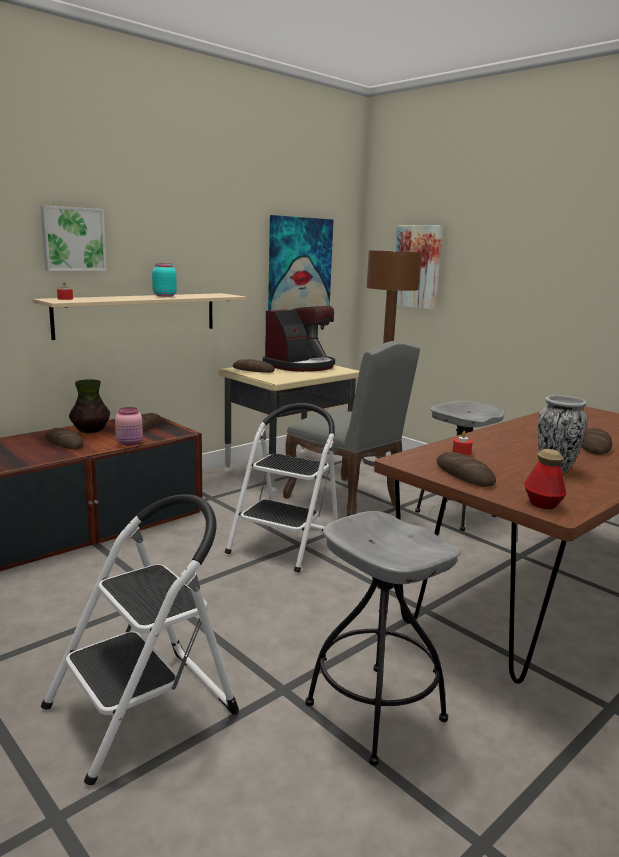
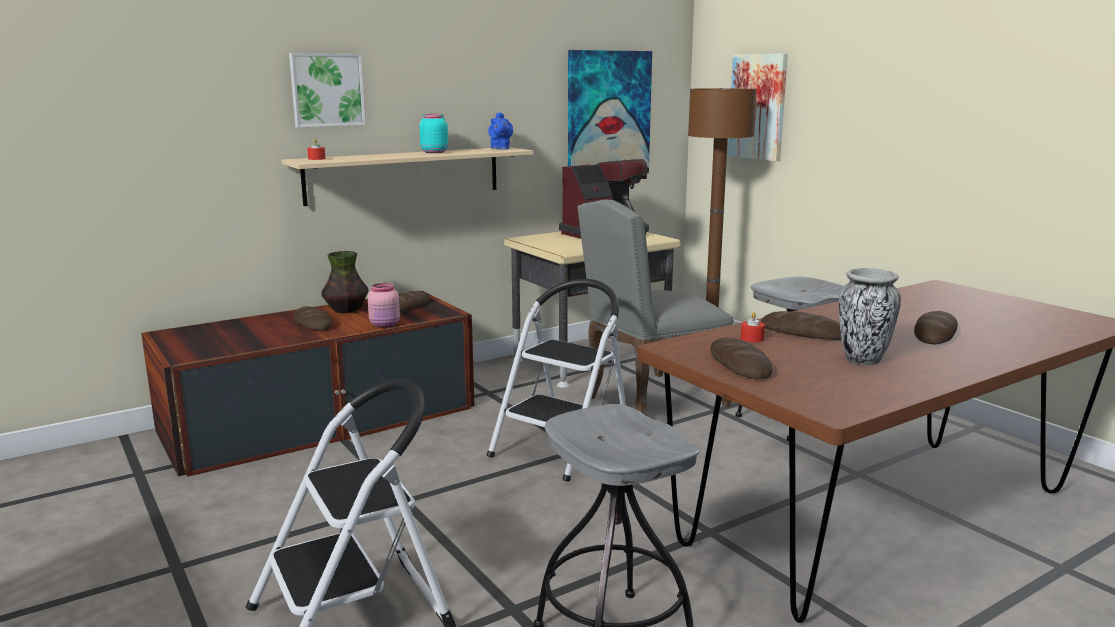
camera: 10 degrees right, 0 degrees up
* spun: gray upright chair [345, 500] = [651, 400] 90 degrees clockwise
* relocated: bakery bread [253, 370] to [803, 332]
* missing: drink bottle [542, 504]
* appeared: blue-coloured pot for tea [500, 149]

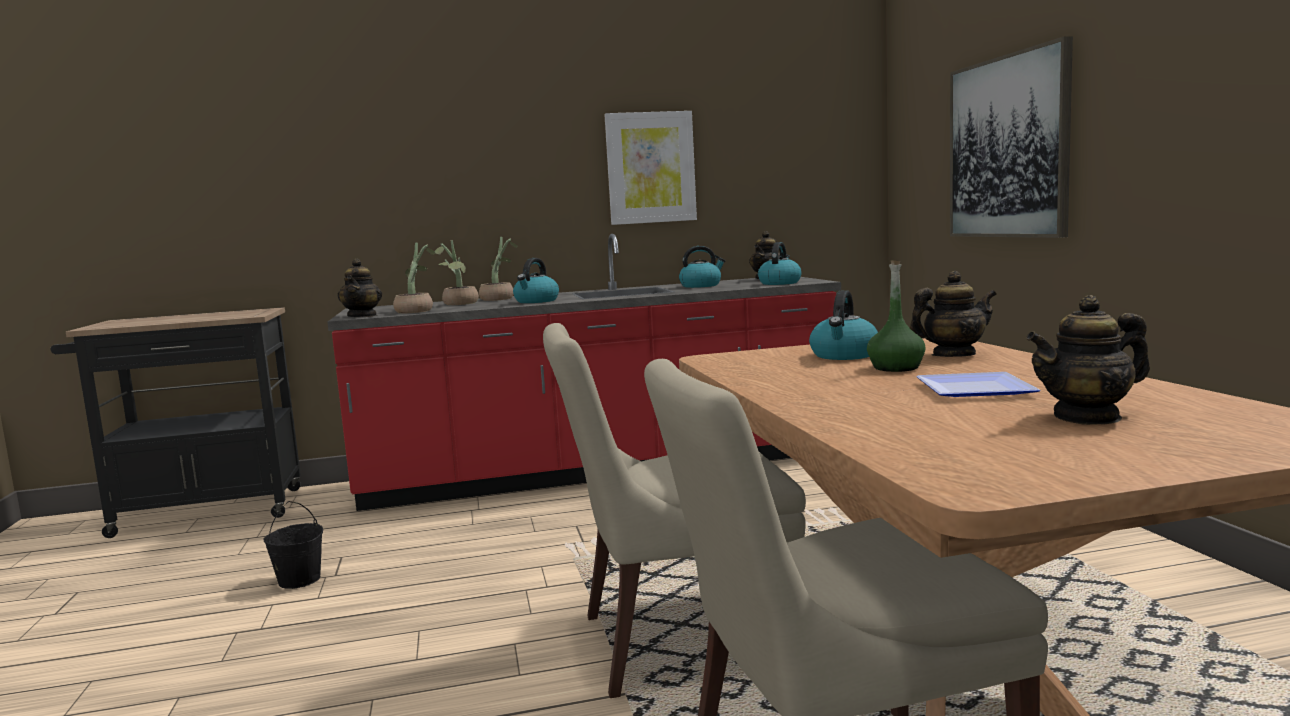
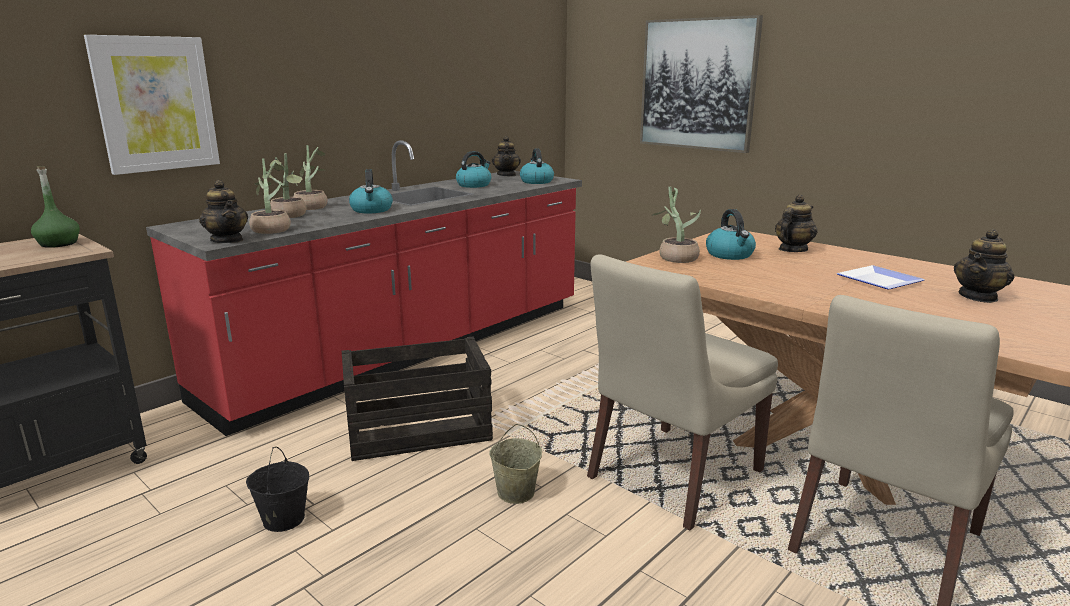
camera: 35 degrees left, 10 degrees up
* relocated: wall picture [650, 168] to [156, 104]
* relocated: green drink bottle [896, 368] to [59, 244]
* appeared: plant in a pot [675, 257]
* appeared: shipping crate [417, 430]
* appeared: beige-coloured bucket [516, 493]

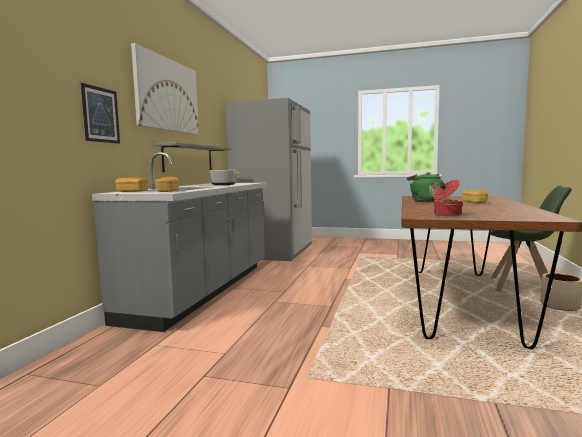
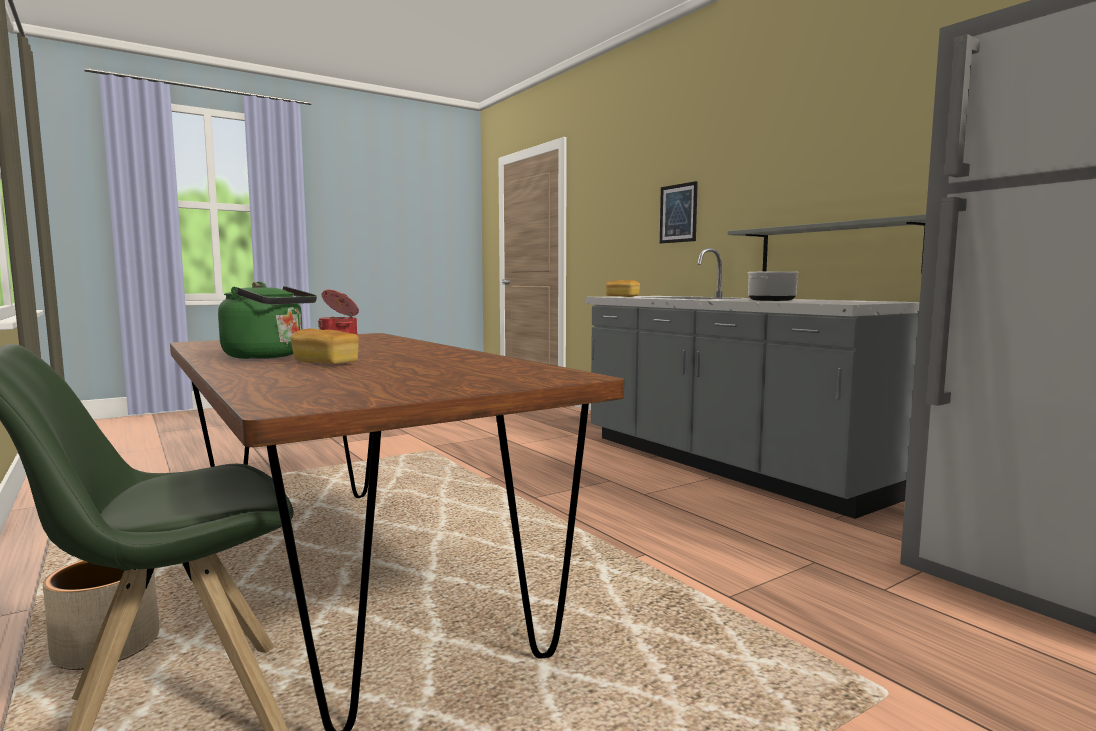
camera: 130 degrees right, 0 degrees up
* missing: wall picture [167, 95]
* relocated: green kettle [425, 201] to [269, 356]
* missing: bakery bread [132, 192]

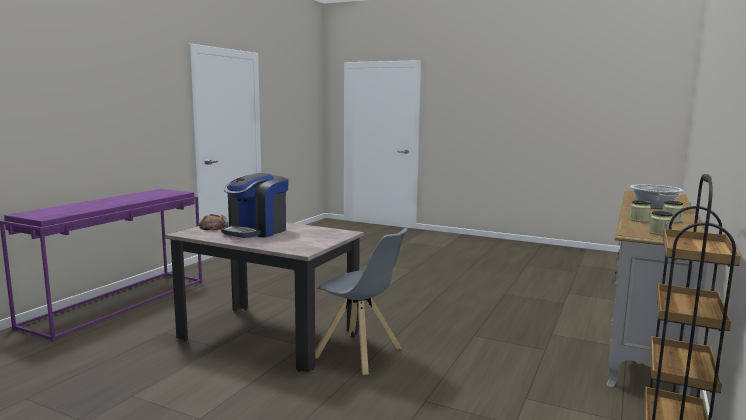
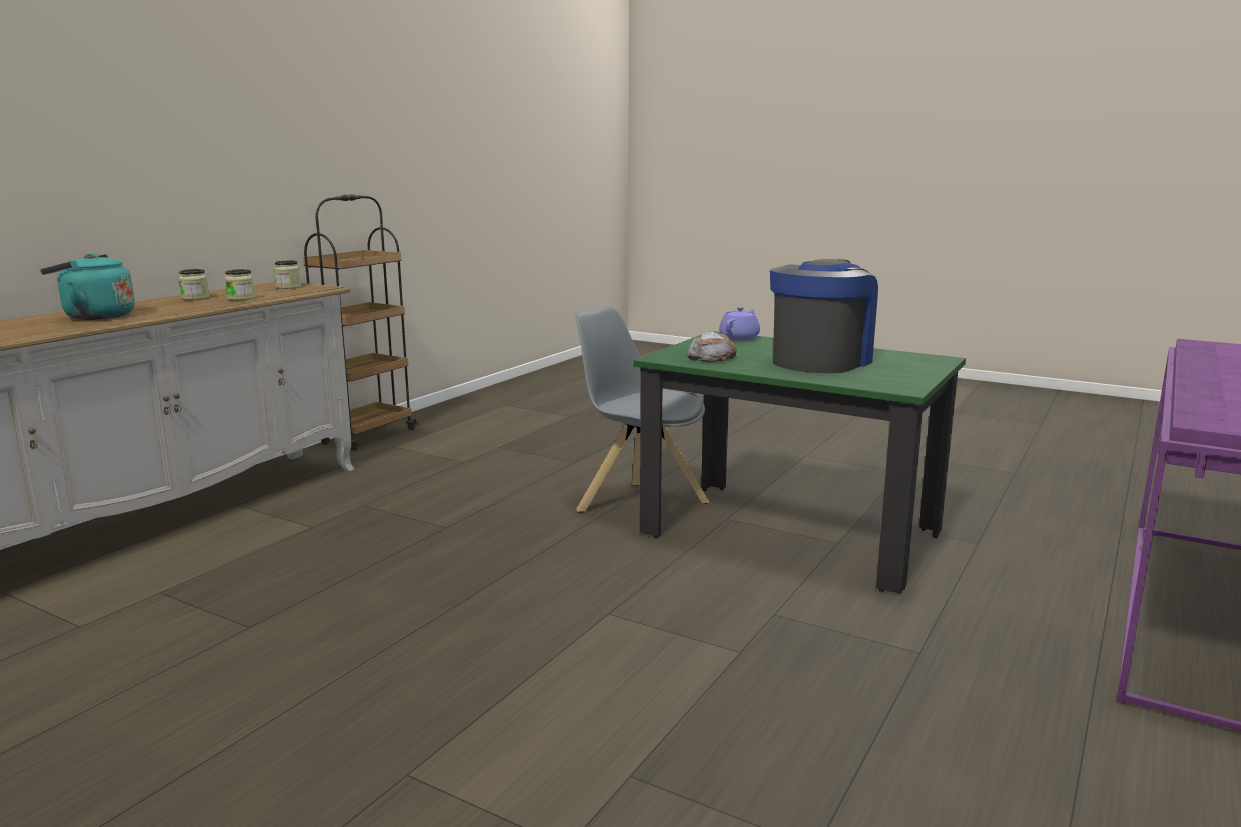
camera: 175 degrees left, 5 degrees up
* exchanged: saucepot [654, 206] to turquoise kettle [95, 316]
* relocated: bakery bread [214, 227] to [711, 357]
* colour: beige-coloured kitchen table [269, 336] to green kitchen table [790, 533]
* appeared: purplish pot for tea [739, 338]

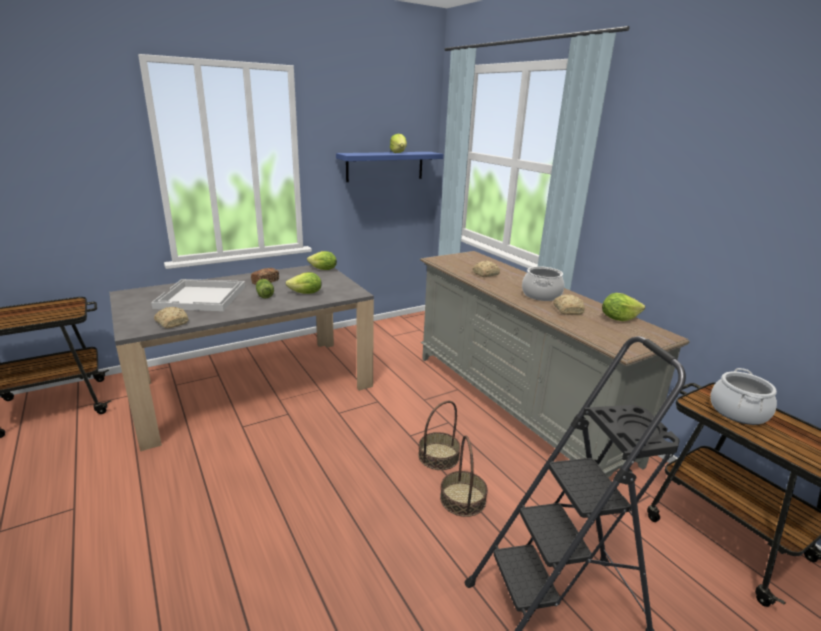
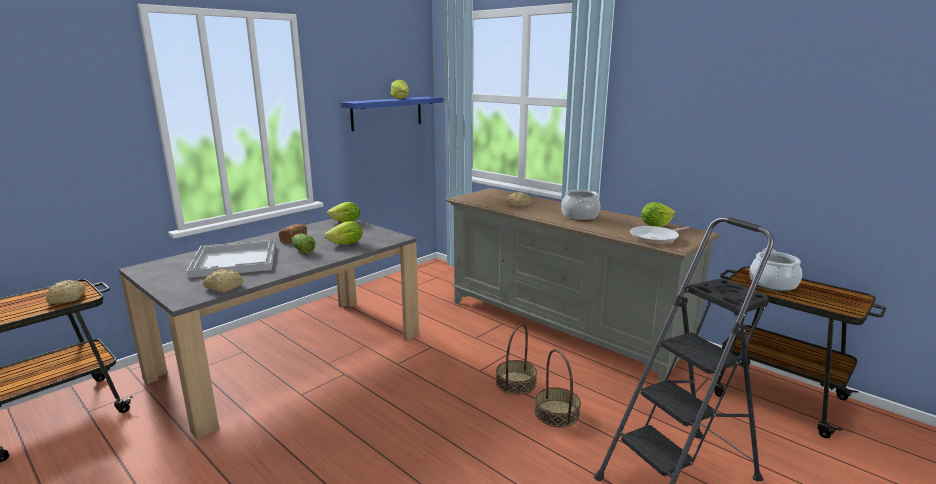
camera: 15 degrees left, 5 degrees down
* relocated: bakery bread [568, 310] to [68, 298]
* appeared: skillet [656, 238]

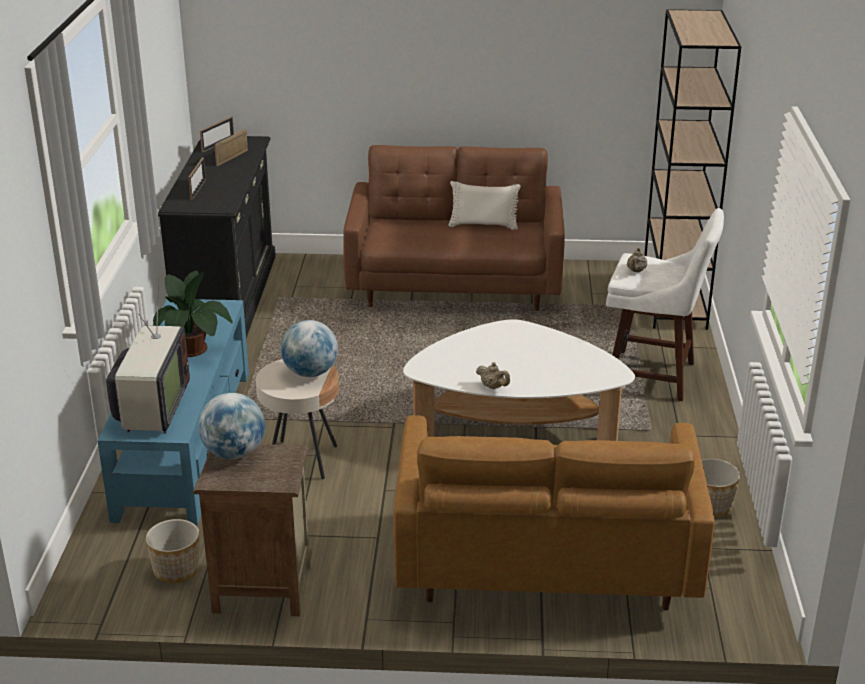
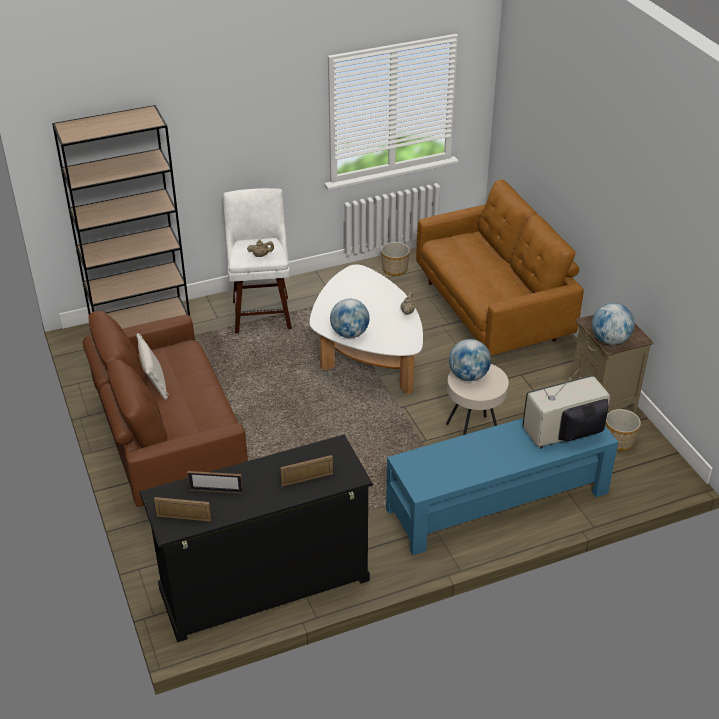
camera: 115 degrees left, 10 degrees up
* missing: plant in a pot [192, 350]
* appeared: desk globe [349, 334]

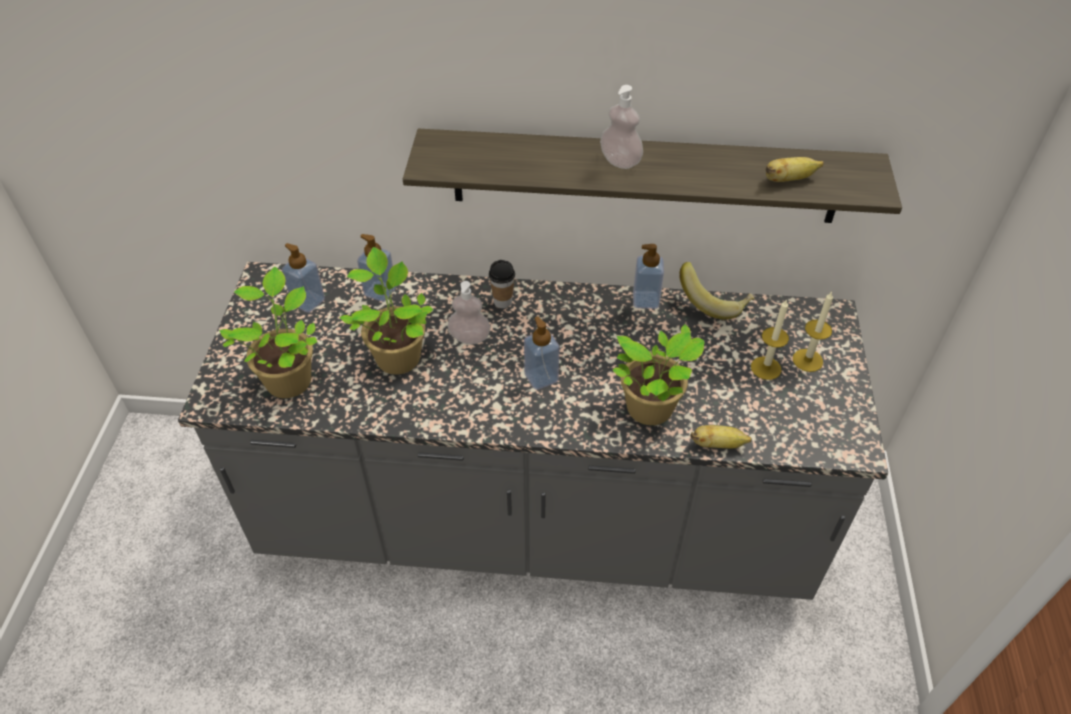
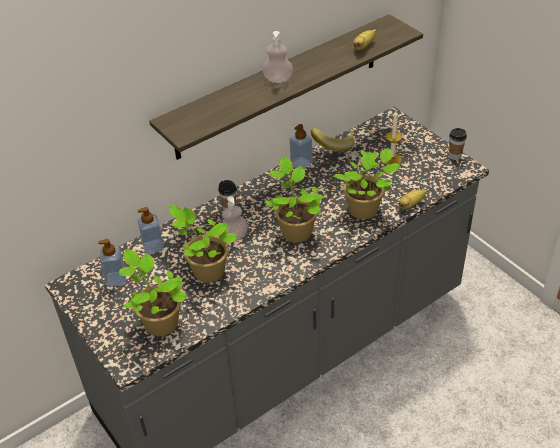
camera: 40 degrees left, 5 degrees down
* missing: wax candle [807, 360]
* exchanged: soap bottle [541, 377] to plant in a pot [295, 230]
* appeared: cup [455, 156]

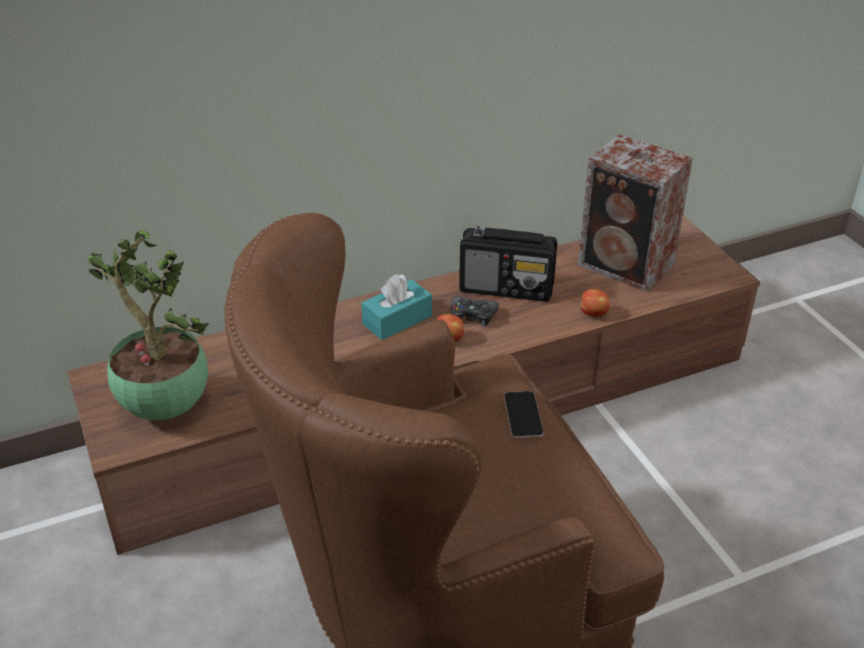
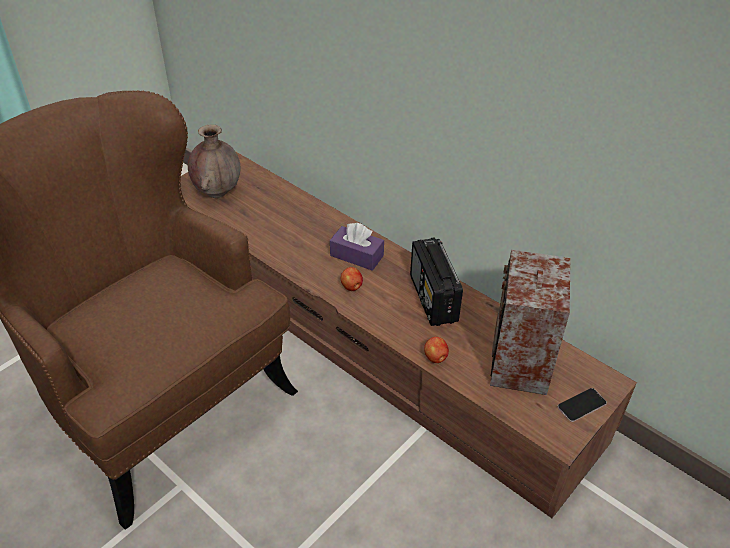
camera: 65 degrees right, 5 degrees up
* exchanged: plant in a pot [163, 406] to brown flower vase [218, 192]
* colour: turquoise tissue box [397, 320] to purplish tissue box [356, 255]
* missing: black game controller [472, 316]
* relocated: phone [523, 415] to [581, 405]

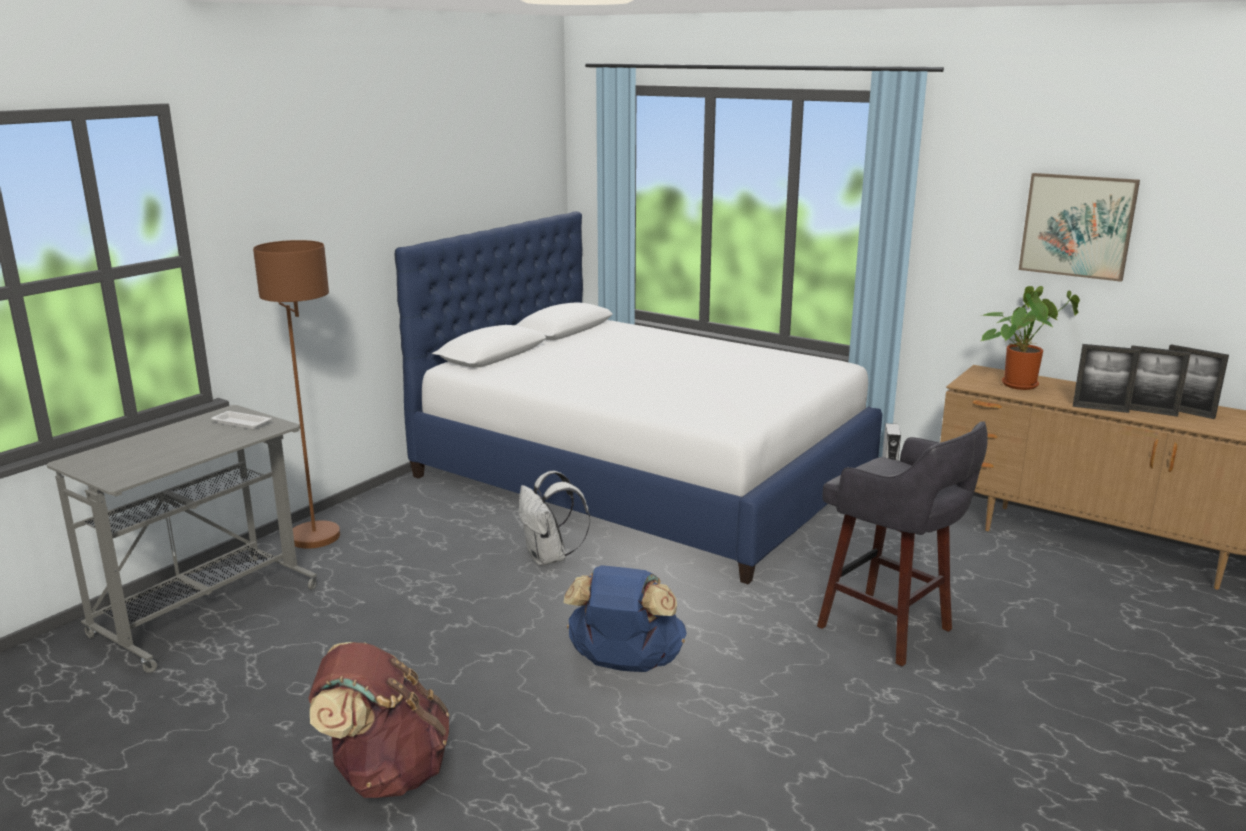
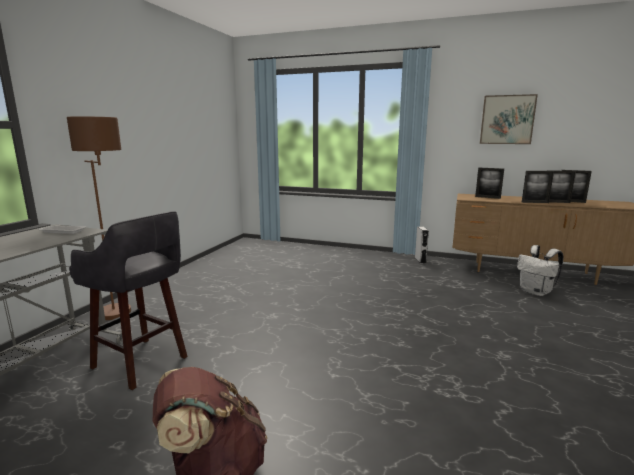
camera: 15 degrees left, 5 degrees down
* missing: whitish sleeping bed [642, 476]
* exchanged: plant in a pot [1019, 384] to photo frame [487, 197]
* relocated: gray sitting stool [889, 631] to [142, 364]
* relocated: whitish knapsack [549, 558] to [536, 292]
* missing: blue-coloured knapsack [625, 664]

